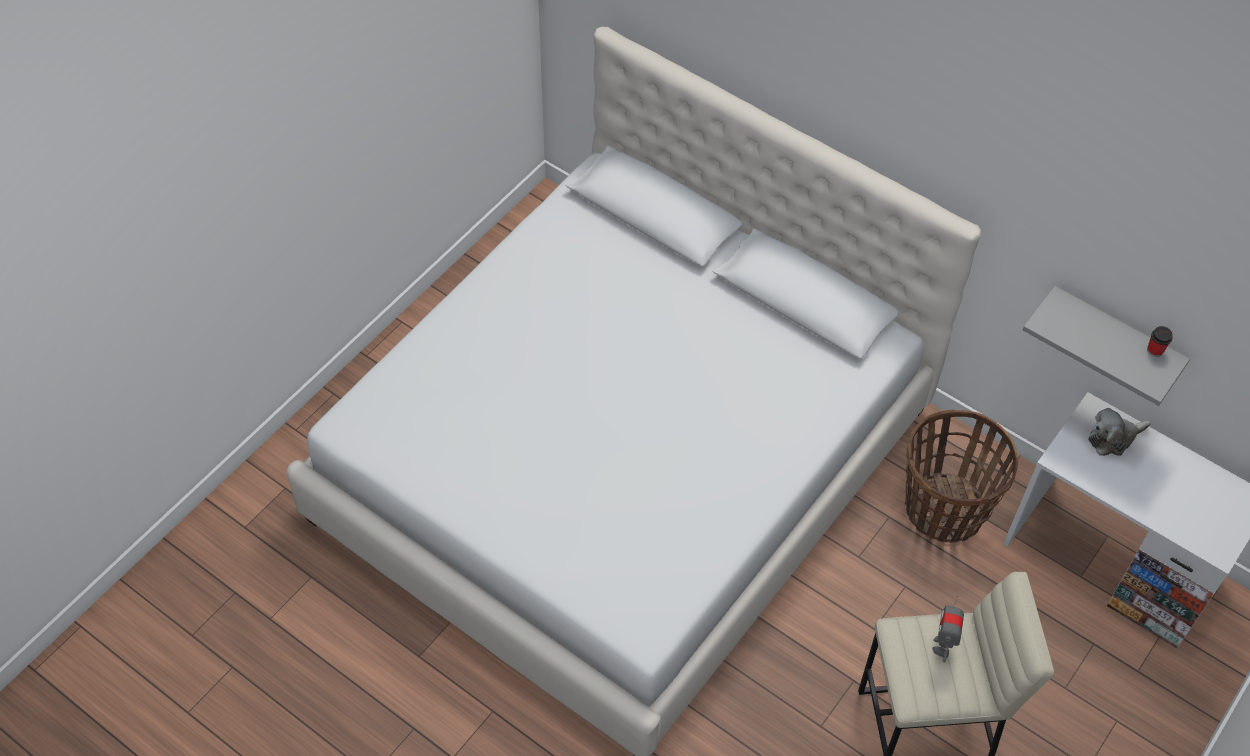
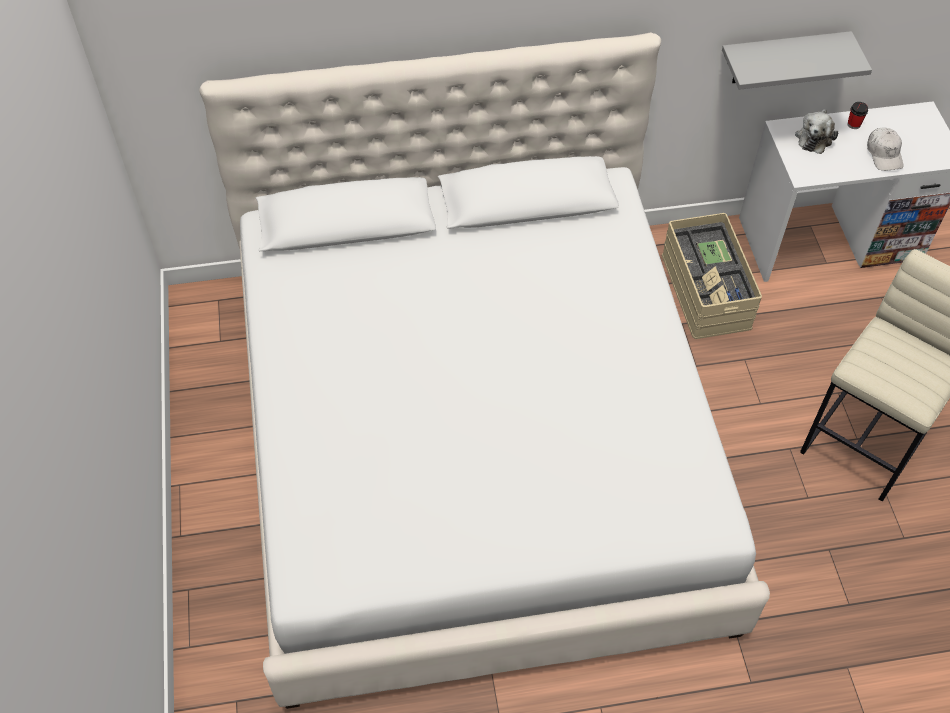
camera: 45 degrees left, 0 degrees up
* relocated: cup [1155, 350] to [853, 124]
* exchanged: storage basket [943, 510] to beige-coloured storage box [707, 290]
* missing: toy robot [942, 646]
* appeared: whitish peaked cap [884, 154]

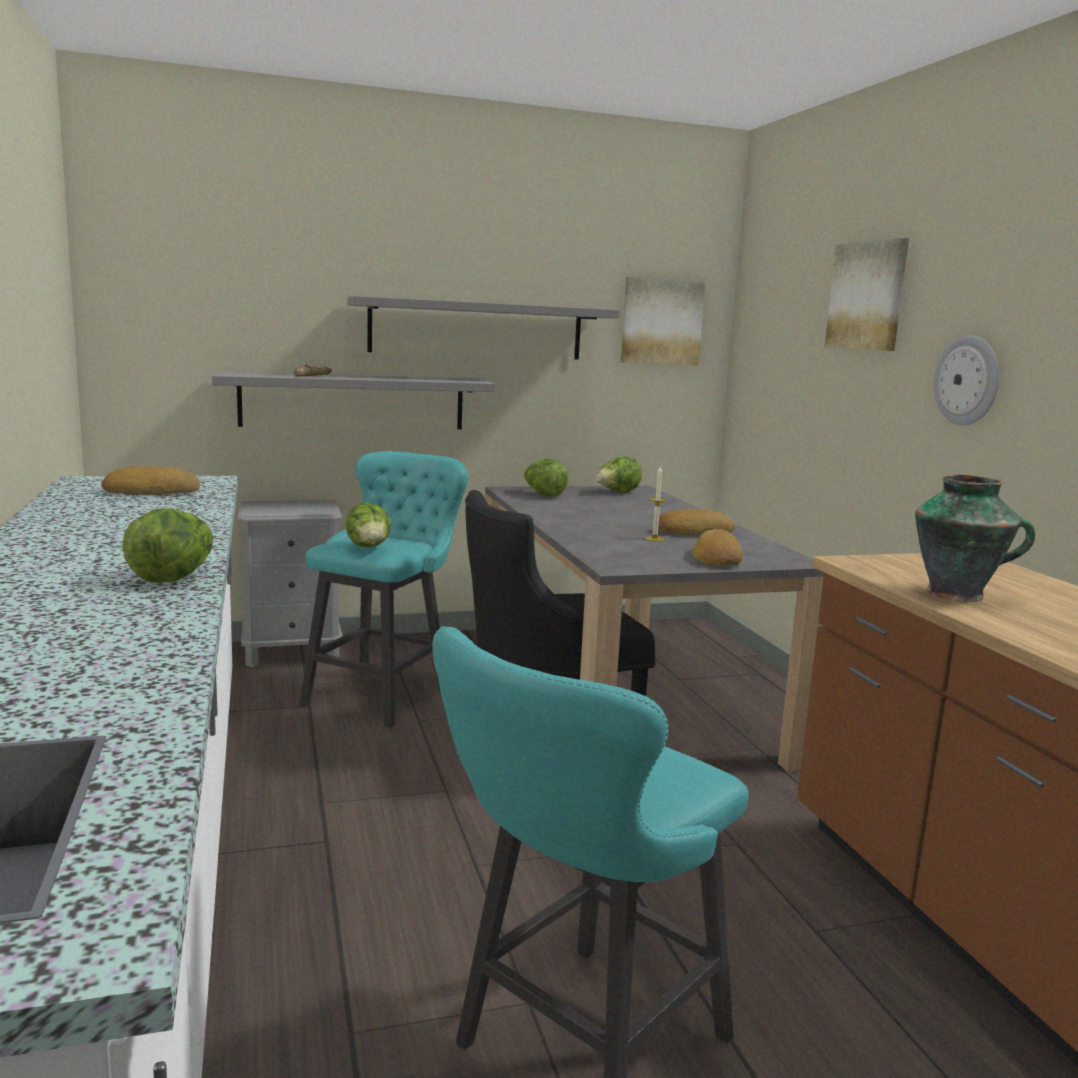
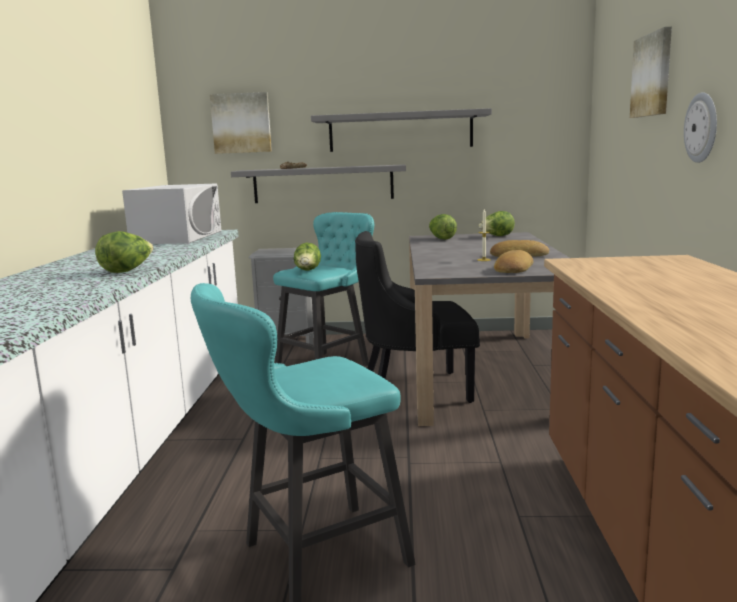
camera: 20 degrees right, 0 degrees up
* relocated: wall picture [661, 321] to [241, 123]
* exchanged: bakery bread [151, 492] to whitish kitchen microwave [178, 237]
* missing: flower vase [958, 595]

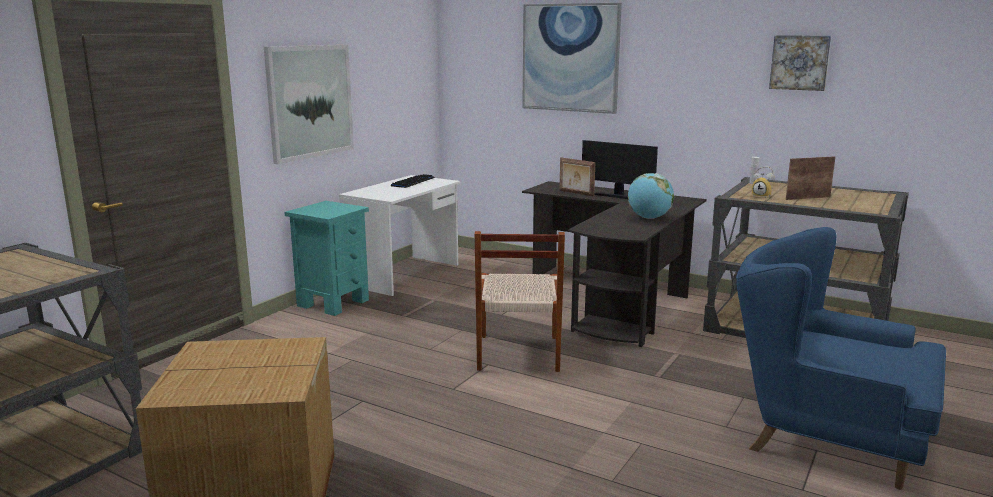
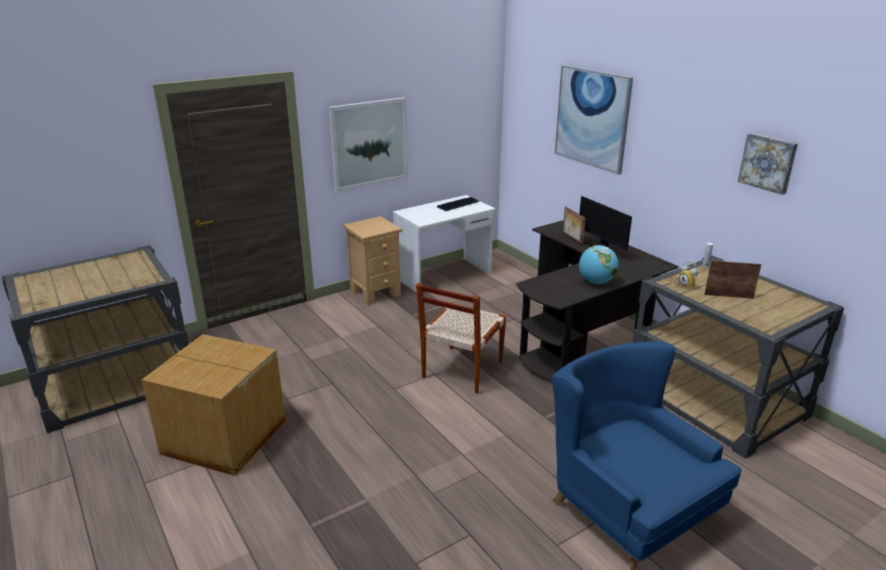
camera: 25 degrees right, 10 degrees up
* colour: turquoise bedside table [334, 303] to beige-coloured bedside table [376, 293]

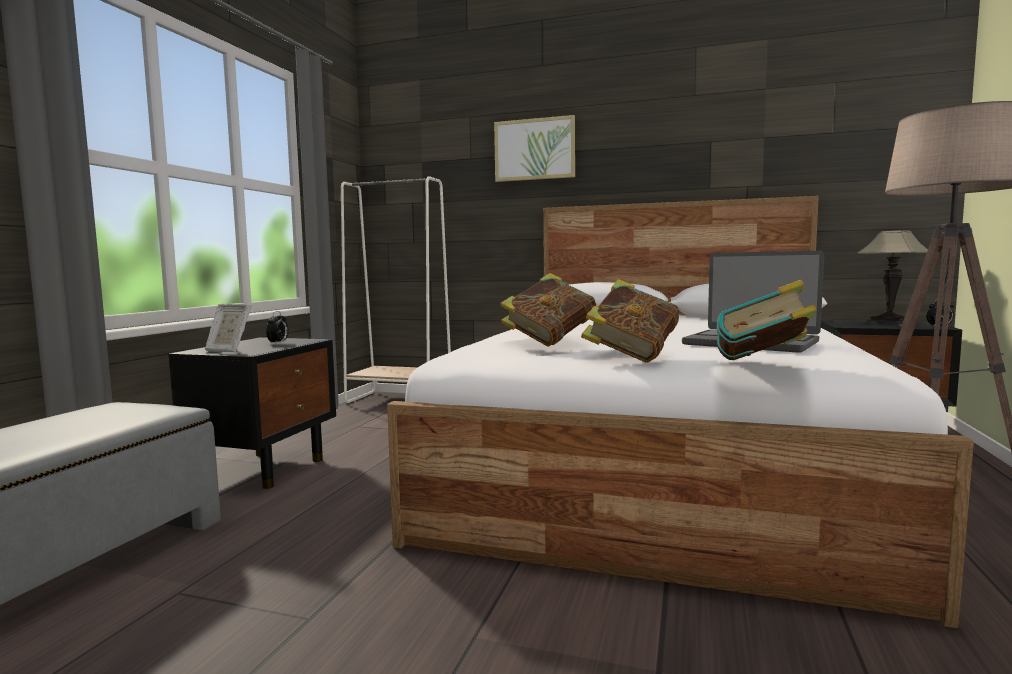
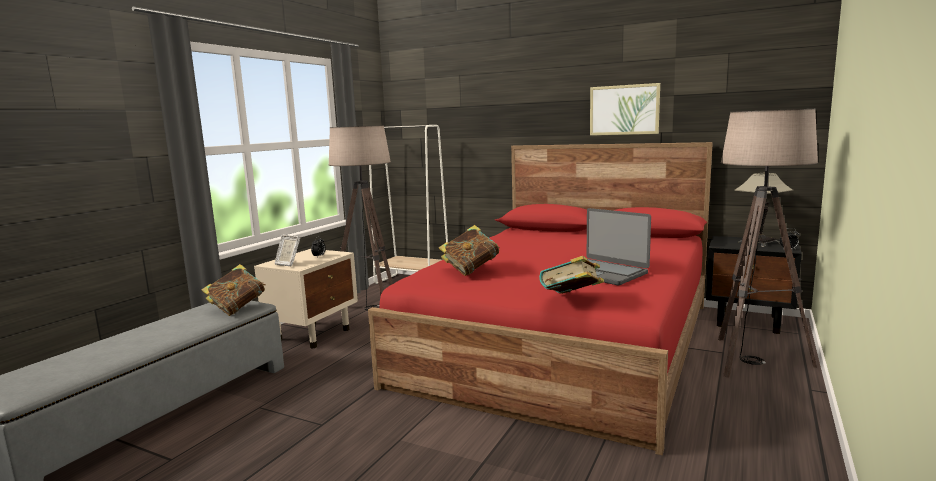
camera: 10 degrees right, 5 degrees up
* relocated: wall picture [534, 149] to [624, 110]
* colour: whitish sleeping bed [659, 463] to red-coloured sleeping bed [565, 342]
* relocated: bound book [631, 356] to [237, 309]
* colour: black bedside table [265, 468] to beige-coloured bedside table [314, 334]
* appeared: floor lamp [371, 307]

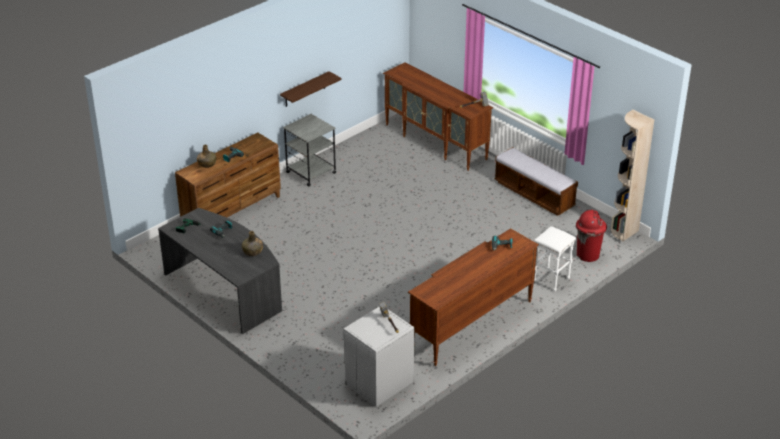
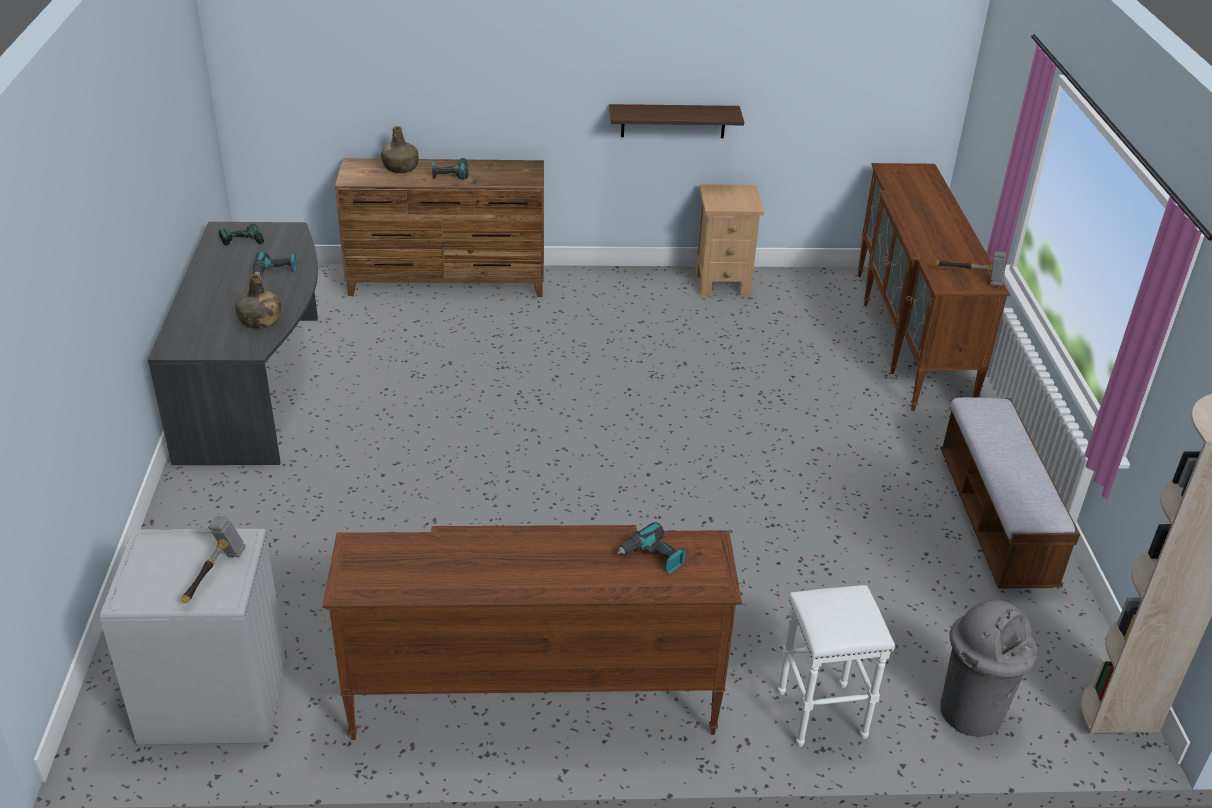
camera: 40 degrees right, 0 degrees up
* missing: gray wheeled cart [311, 172]
* colour: red-coloured rubbish bin [588, 255] to gray rubbish bin [972, 712]
* appeared: beige-coloured bedside table [723, 284]

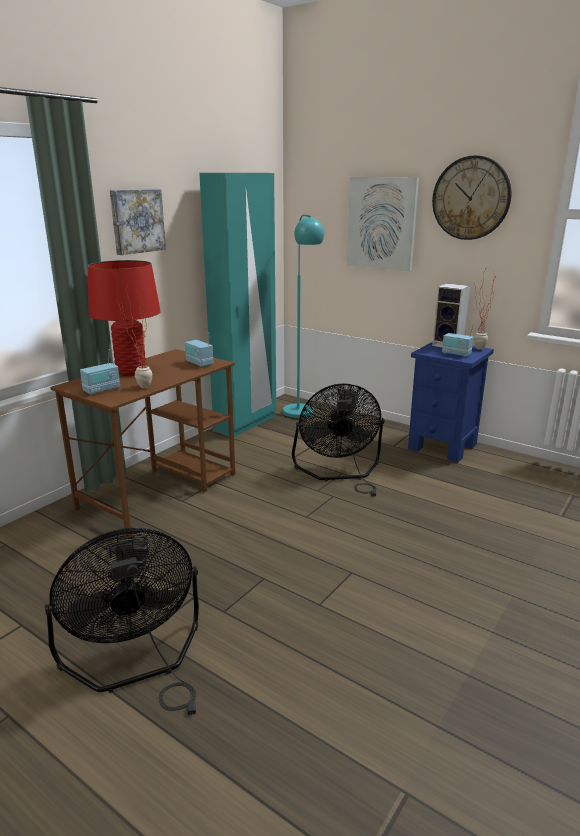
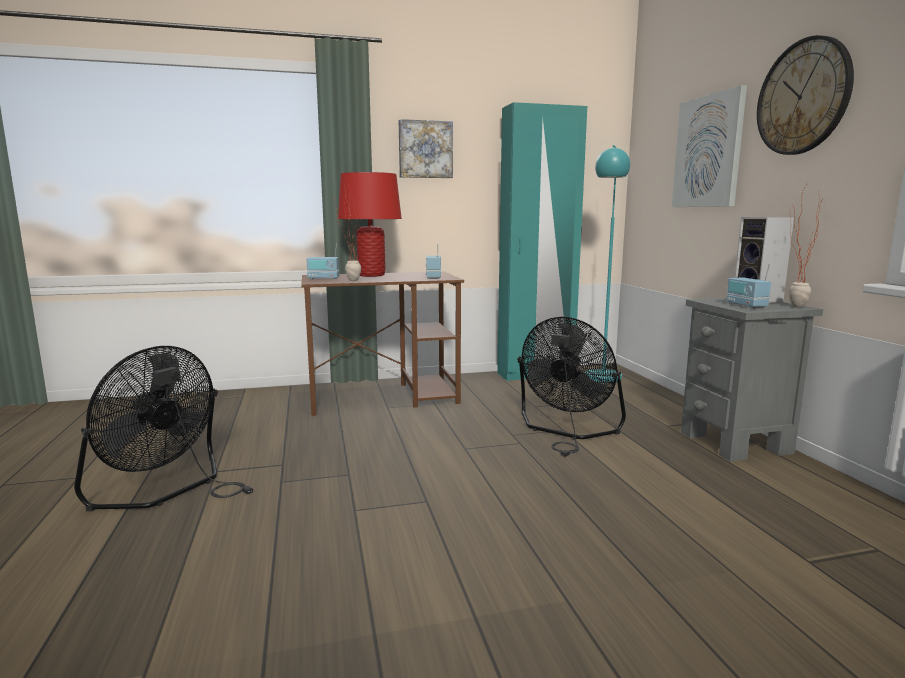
camera: 40 degrees right, 10 degrees down
* colour: blue-coloured bedside table [442, 447] to gray bedside table [734, 443]
* spun: black cooling fan [141, 665] = [177, 487] 75 degrees counterclockwise

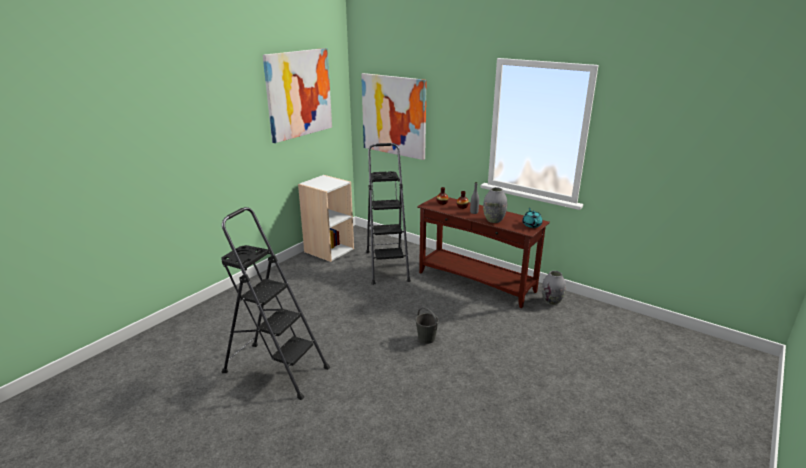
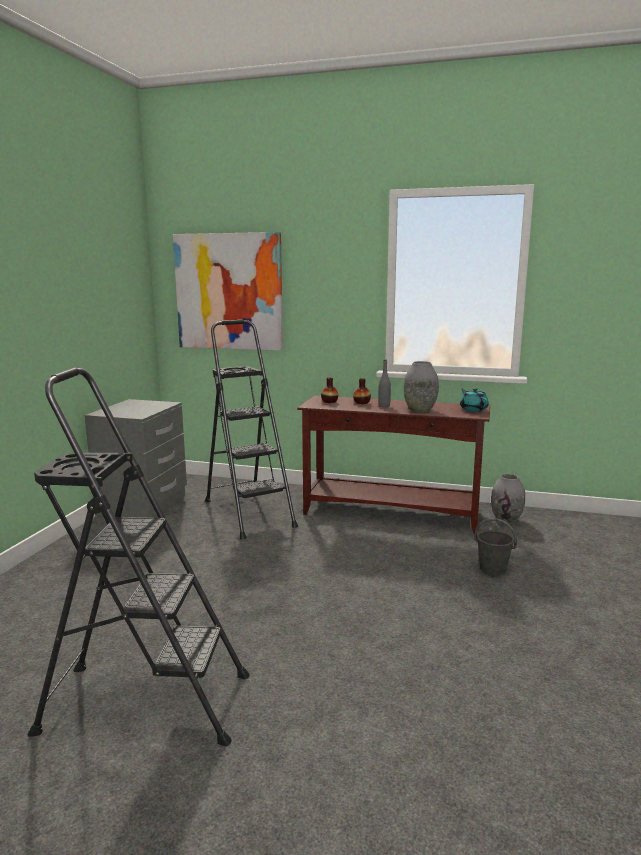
camera: 20 degrees left, 10 degrees down
* missing: wall picture [299, 94]
* exchanged: bookshelf [329, 250] to gray bedside table [144, 506]
* relocated: gray bucket [426, 338] to [493, 569]

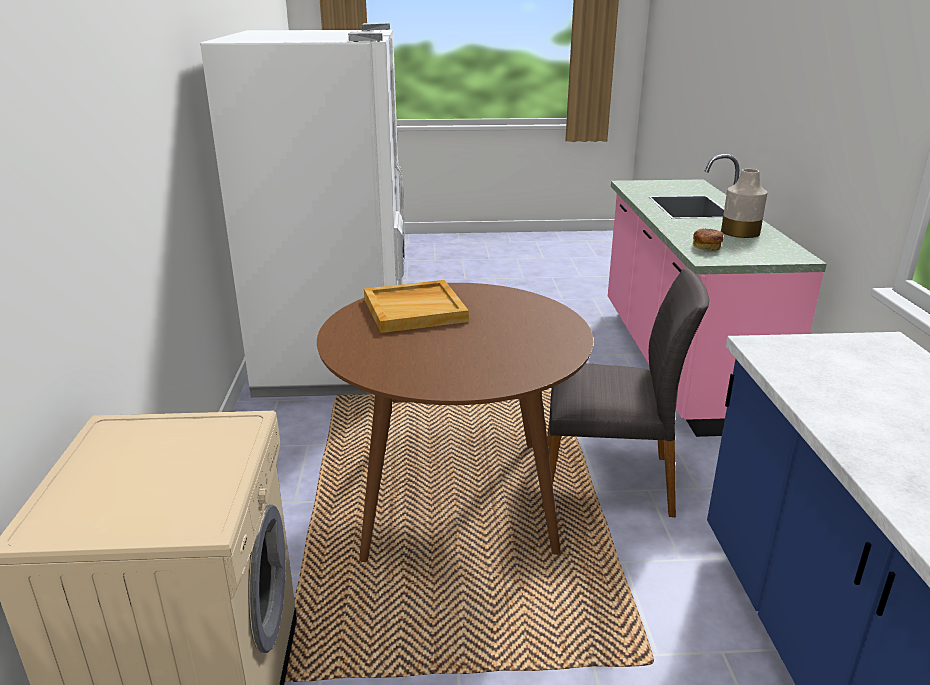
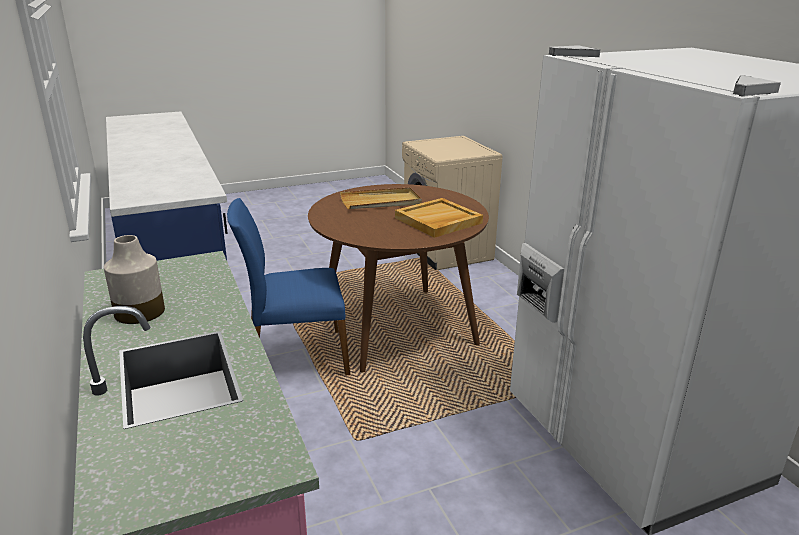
camera: 160 degrees right, 0 degrees up
* missing: bakery bread [706, 247]
* colour: gray upright chair [608, 480] to blue-coloured upright chair [296, 357]
* appeared: beige-coloured tray [381, 202]

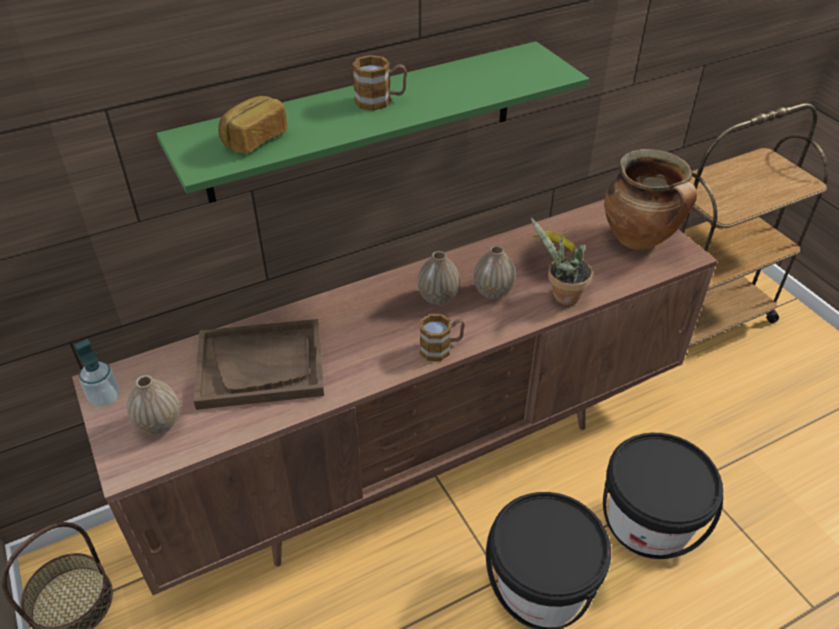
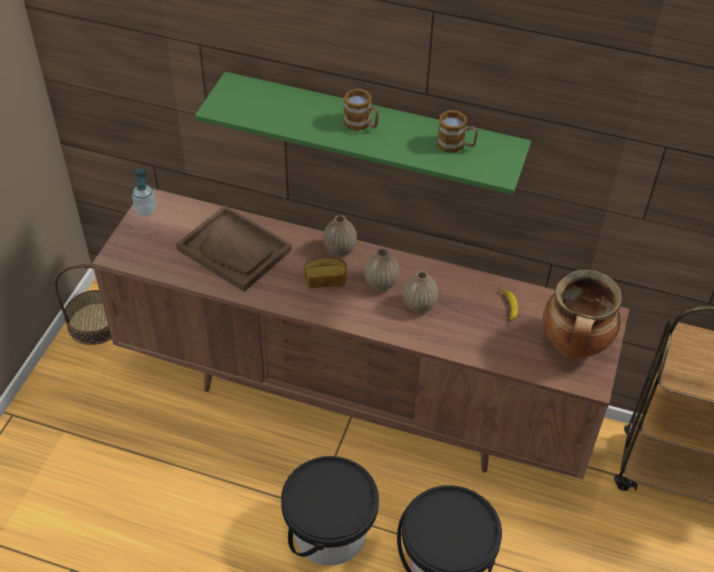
camera: 45 degrees right, 5 degrees up
* relocated: bakery bread [254, 139] to [325, 280]
* missing: plant in a pot [561, 296]
* relocated: tea mug [441, 348] to [456, 145]
* relocated: flower vase [159, 423] to [340, 250]

